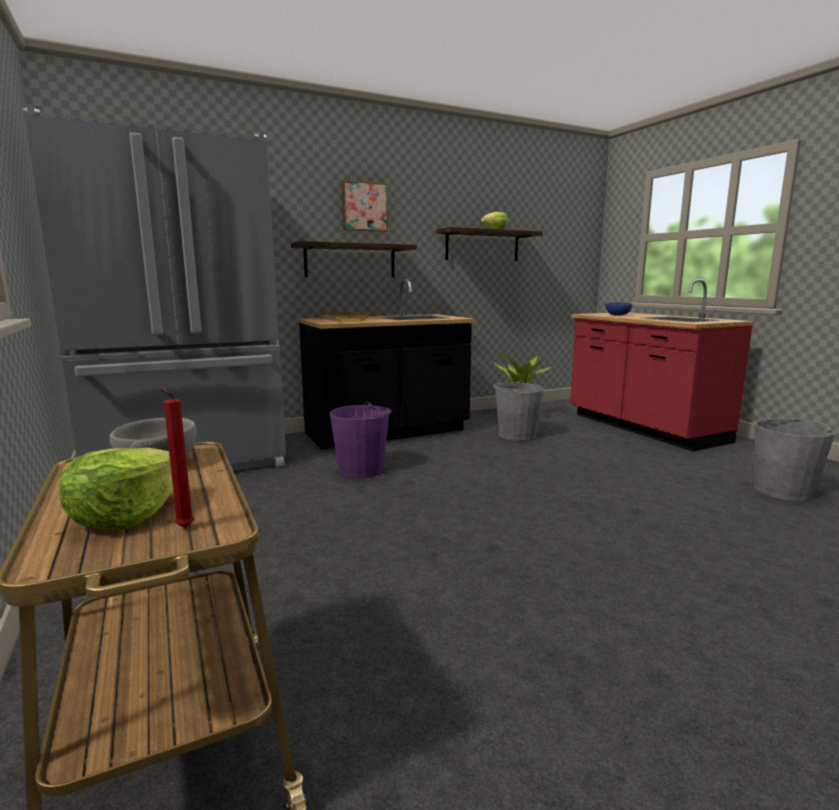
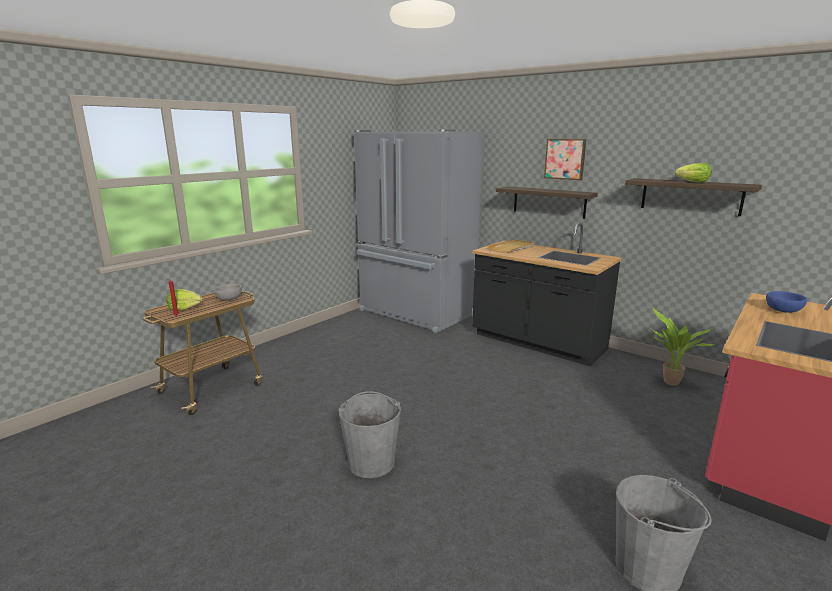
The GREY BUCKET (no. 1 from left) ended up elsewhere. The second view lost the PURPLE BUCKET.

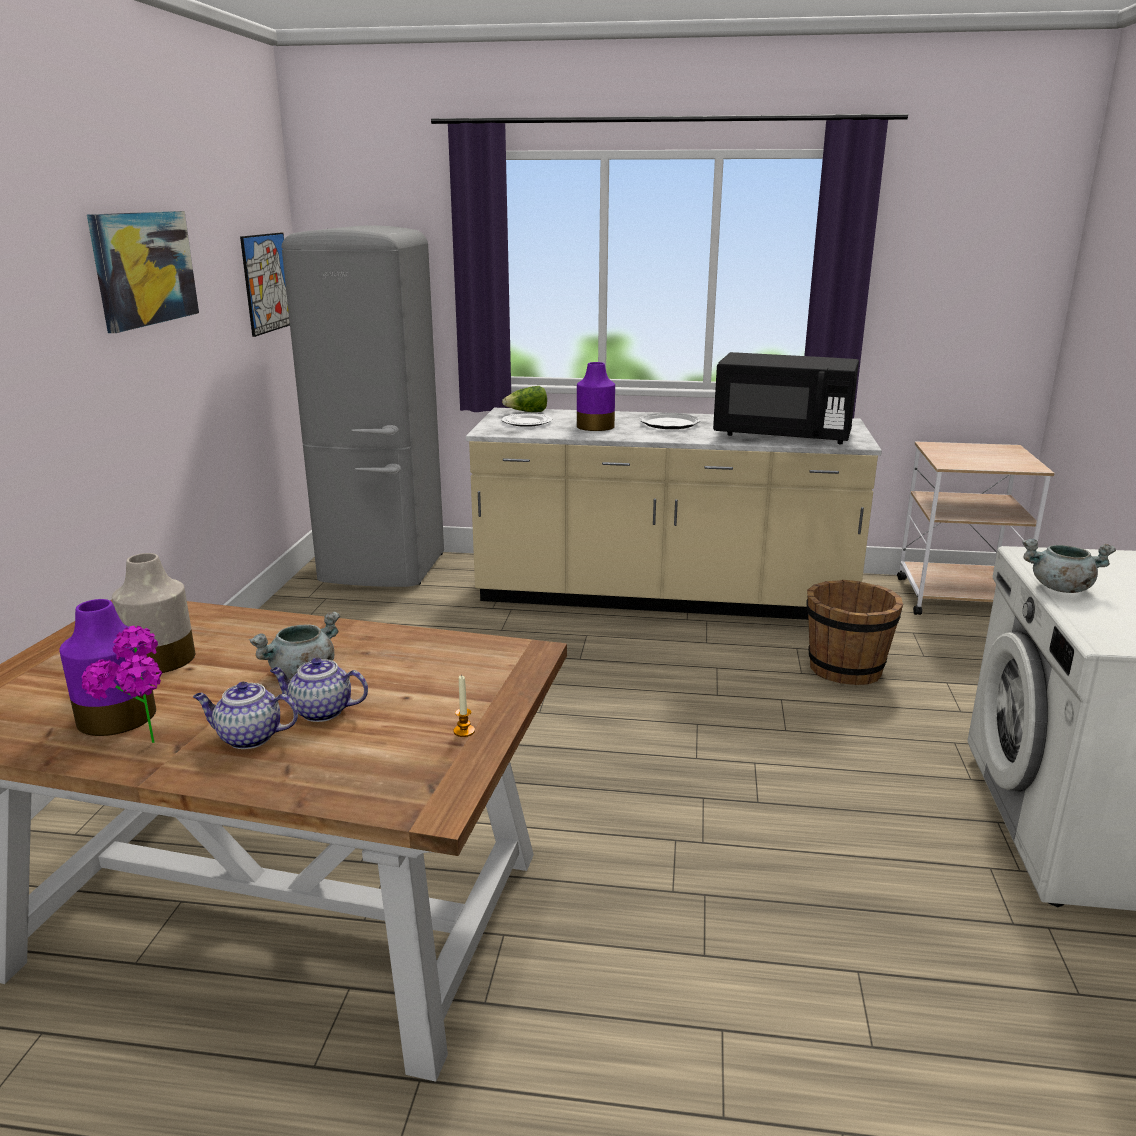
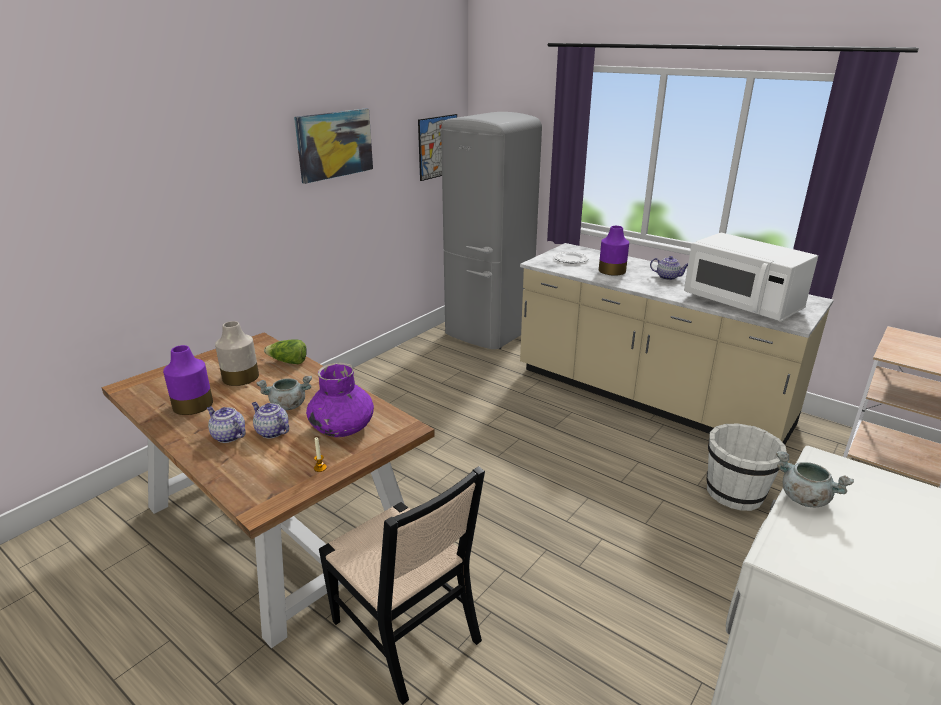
What was the BLACK MICROWAVE turned into the WHITE MICROWAVE. The LETTUCE ended up elsewhere. Where the PLATE (no. 2 from left) stood, the TEAPOT (no. 3 from left) came to stand. What was the BROWN BUCKET turned into the WHITE BUCKET. The second view lost the POTTED PLANT. The second view gained the PURPLE VASE (no. 2 from left). The second view gained the CHAIR.

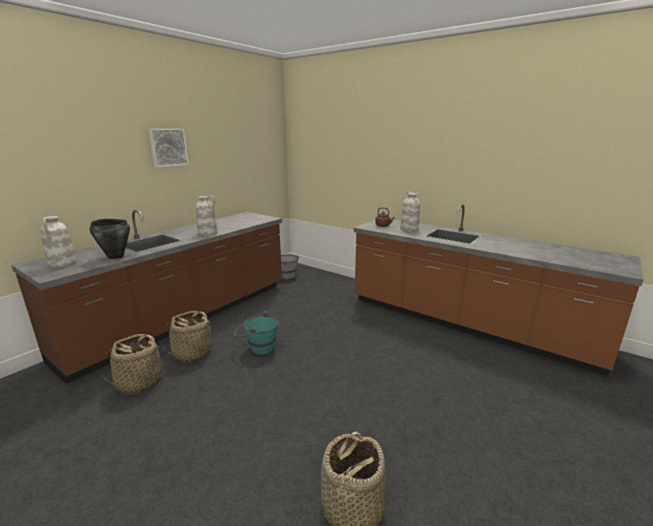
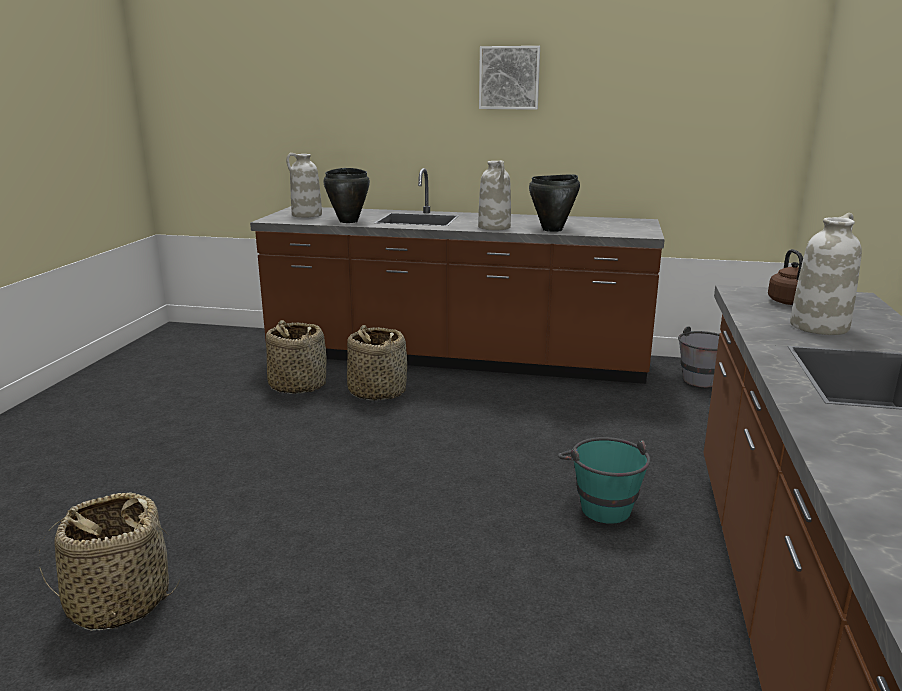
The TURQUOISE BUCKET ended up elsewhere. The second view gained the BLACK COOKING POT (no. 2 from left).

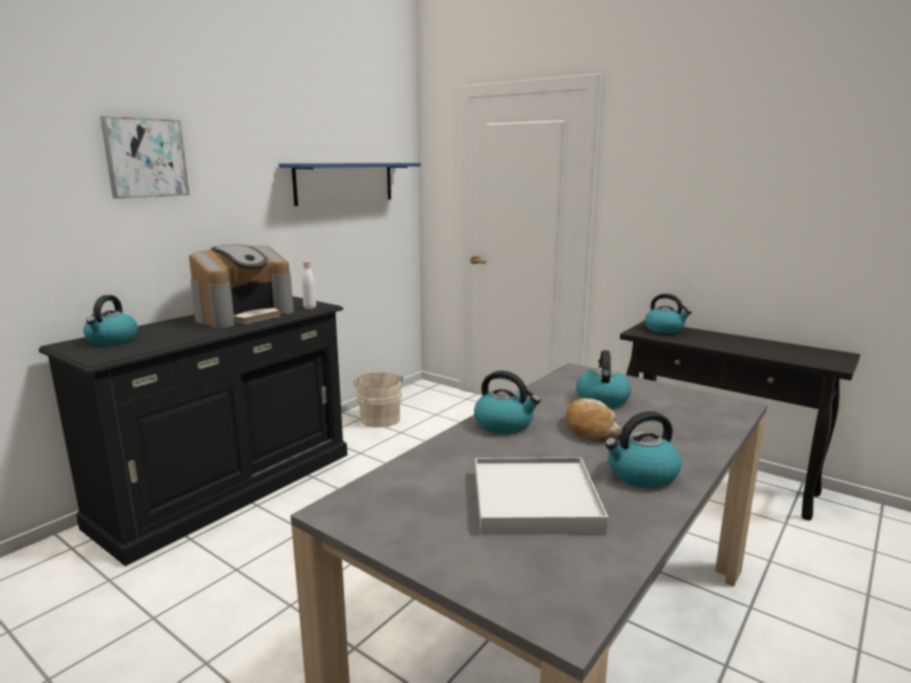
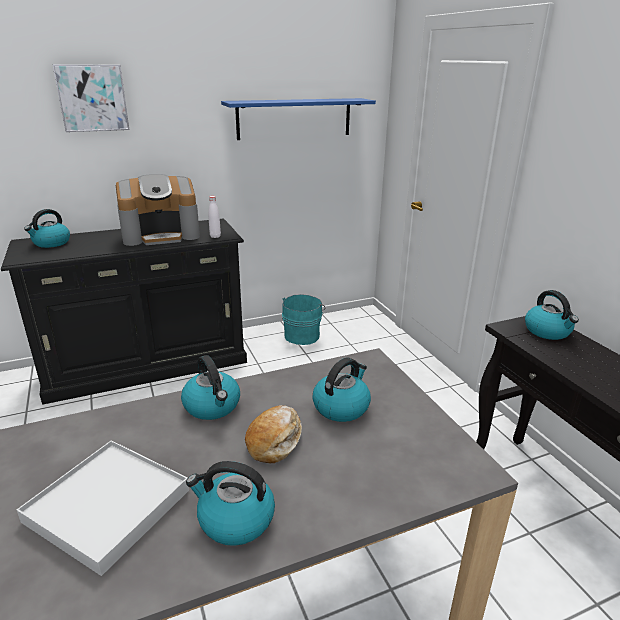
What was the BEIGE BUCKET turned into the TURQUOISE BUCKET.

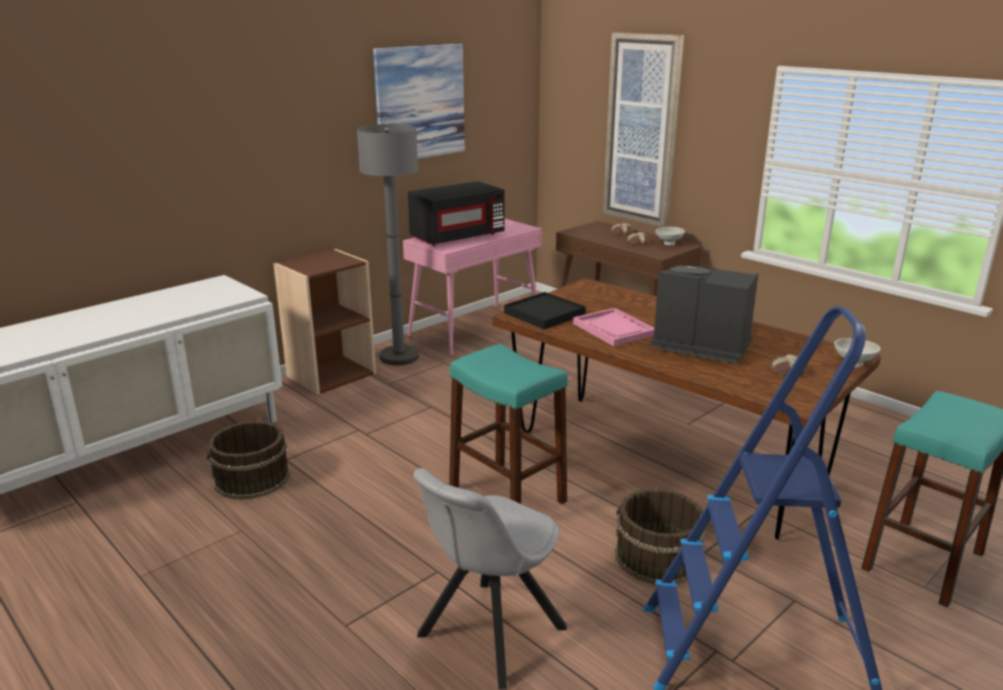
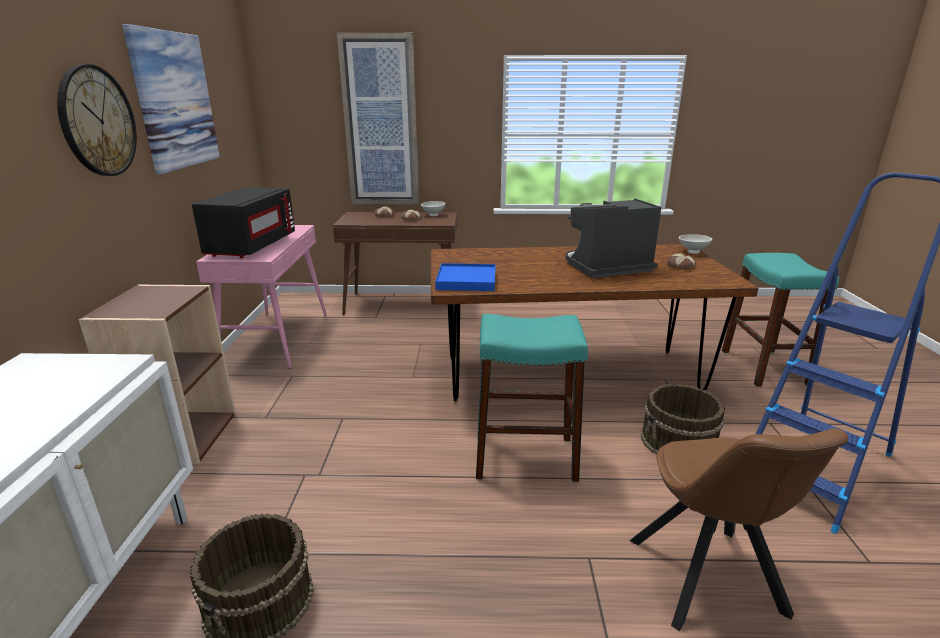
The second view lost the GREY FLOOR LAMP. What was the BLACK TRAY turned into the BLUE TRAY. The second view lost the PINK TRAY. What was the GREY CHAIR turned into the BROWN CHAIR. The second view gained the WALL CLOCK.

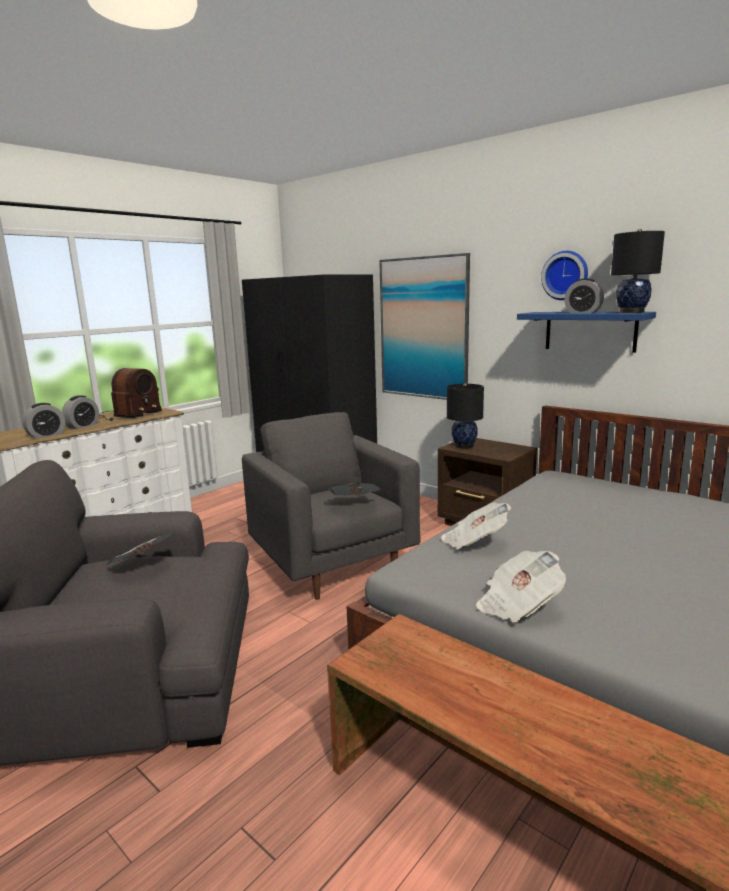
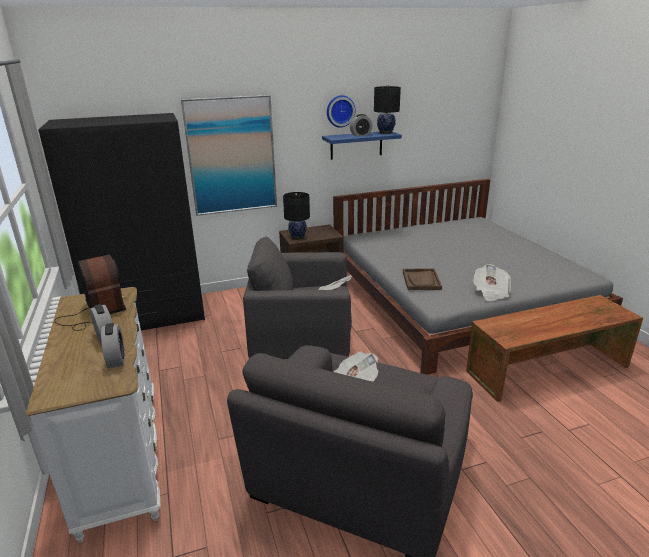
Where the NEWSPAPER (no. 3 from left) stood, the BROWN TRAY came to stand.

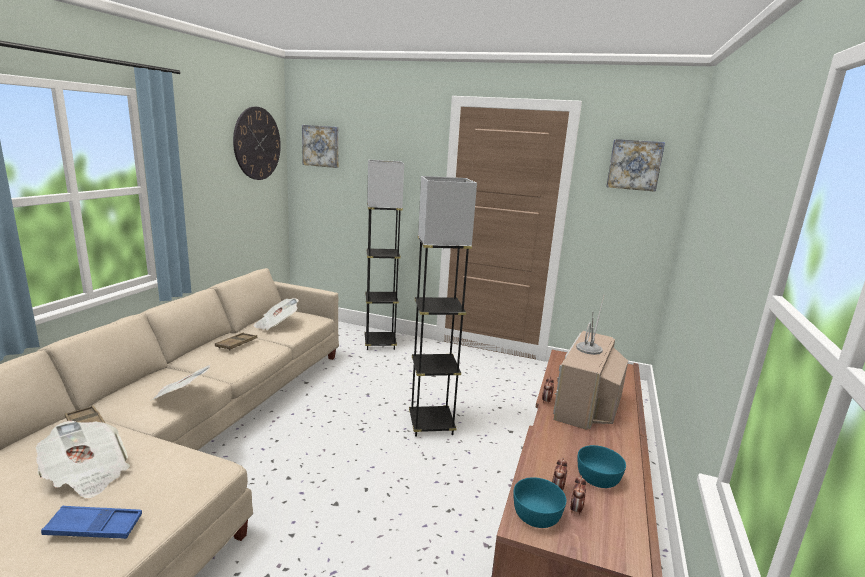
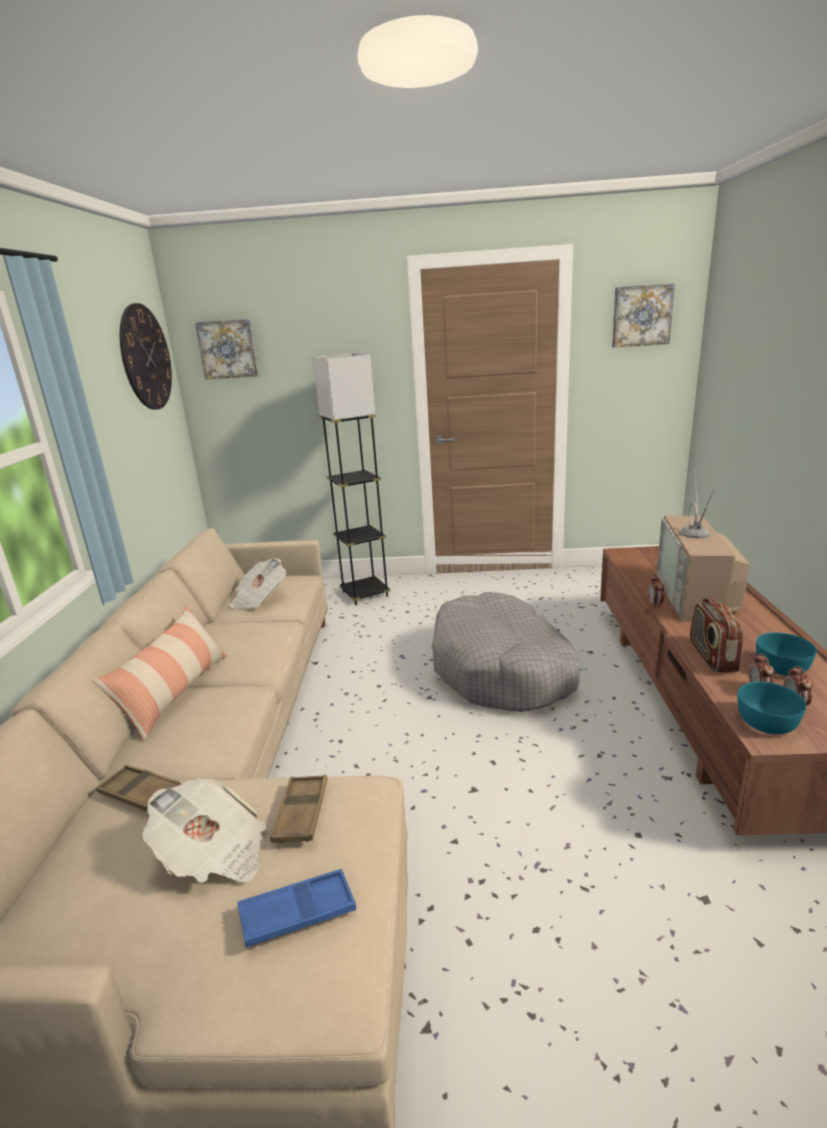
Where the GREY FLOOR LAMP (no. 2 from left) stood, the GREY DOG BED came to stand. The BROWN TRAY (no. 2 from left) ended up elsewhere. The second view lost the NEWSPAPER (no. 2 from left). The second view gained the RADIO. The second view gained the PILLOW.

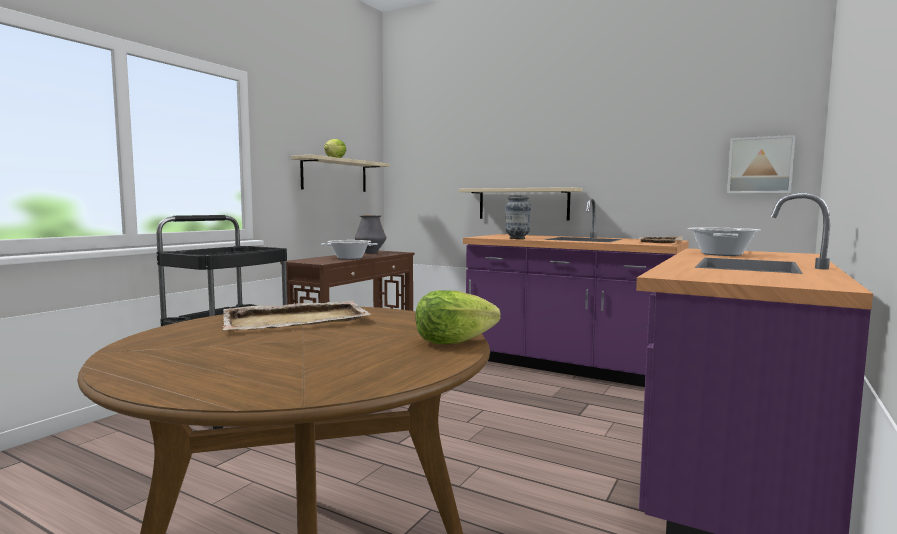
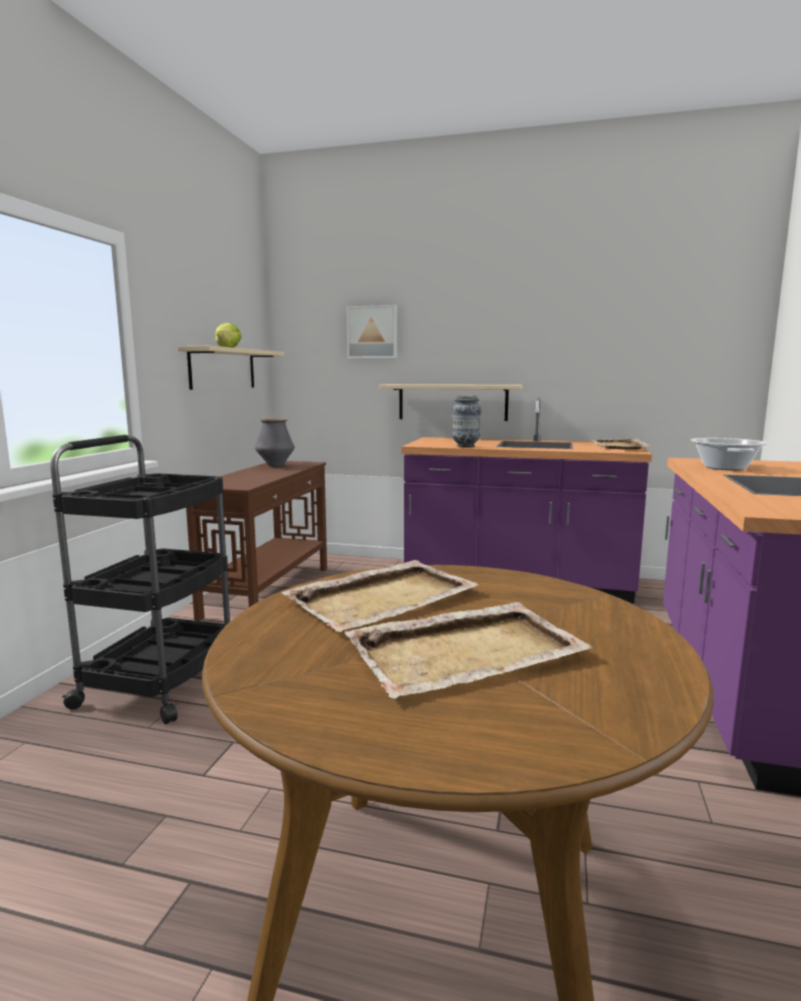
The PICTURE ended up elsewhere. The second view lost the COOKING POT (no. 1 from left). The second view lost the LETTUCE (no. 2 from left). The second view gained the BEIGE TRAY (no. 2 from left).

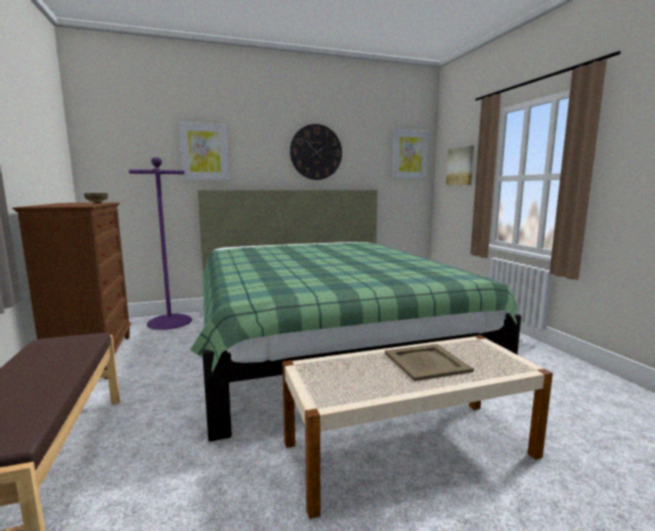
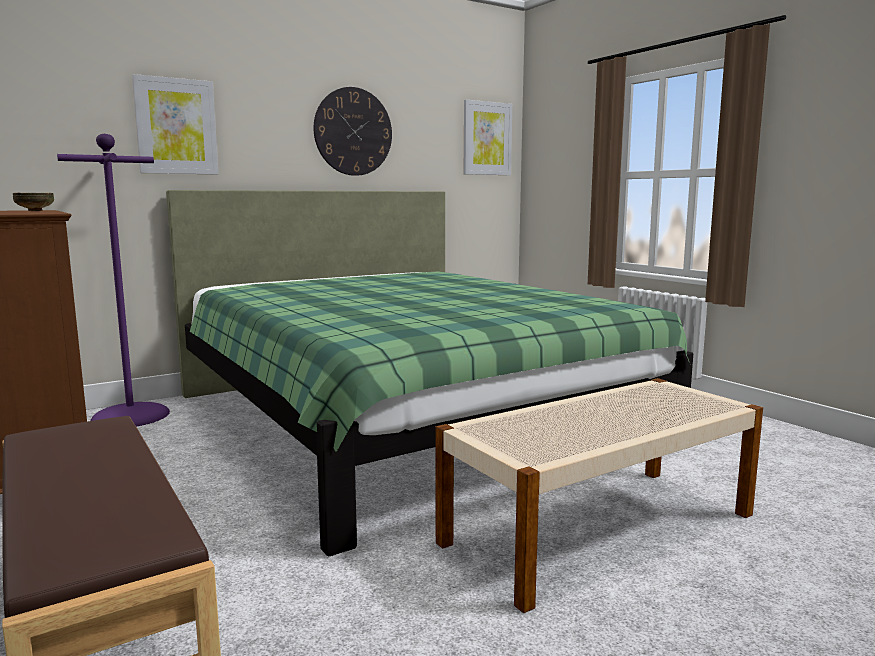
The second view lost the PICTURE (no. 3 from left). The second view lost the BEIGE TRAY.

